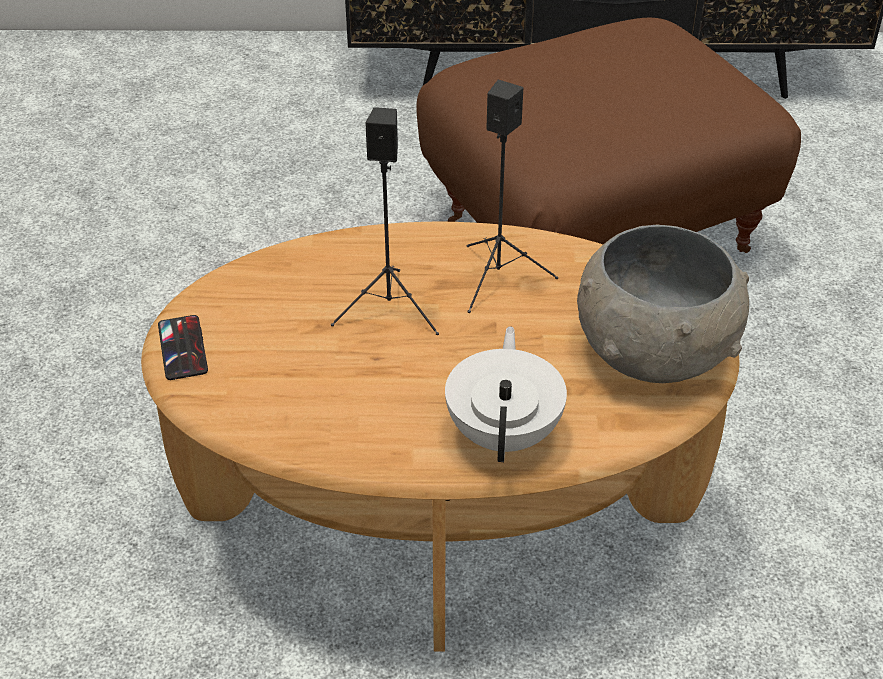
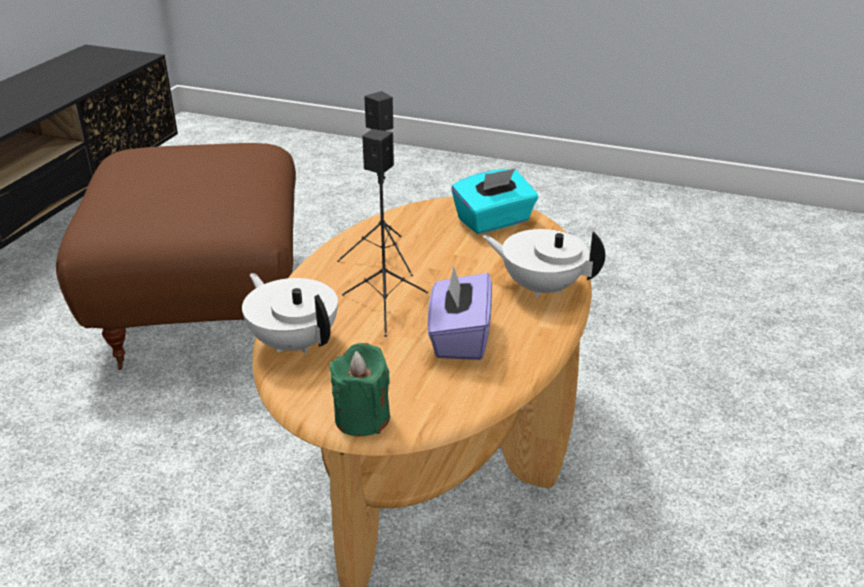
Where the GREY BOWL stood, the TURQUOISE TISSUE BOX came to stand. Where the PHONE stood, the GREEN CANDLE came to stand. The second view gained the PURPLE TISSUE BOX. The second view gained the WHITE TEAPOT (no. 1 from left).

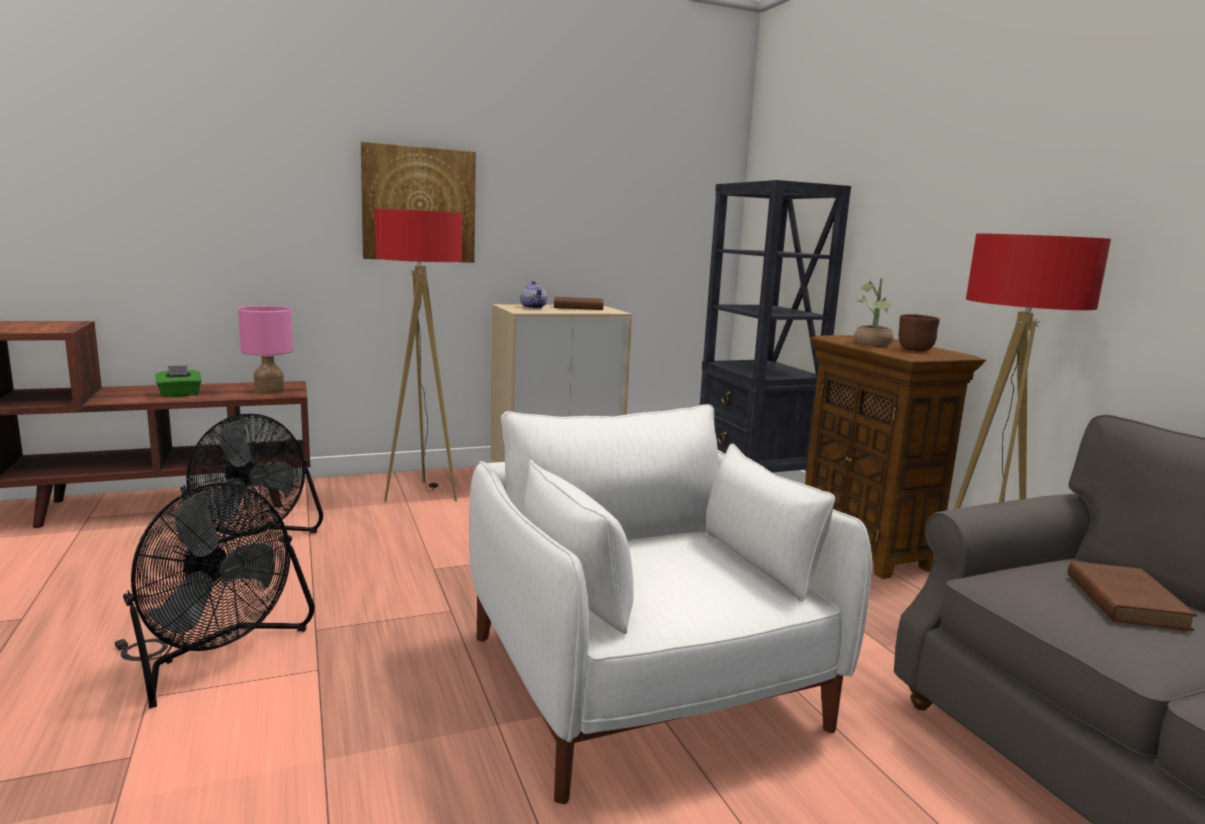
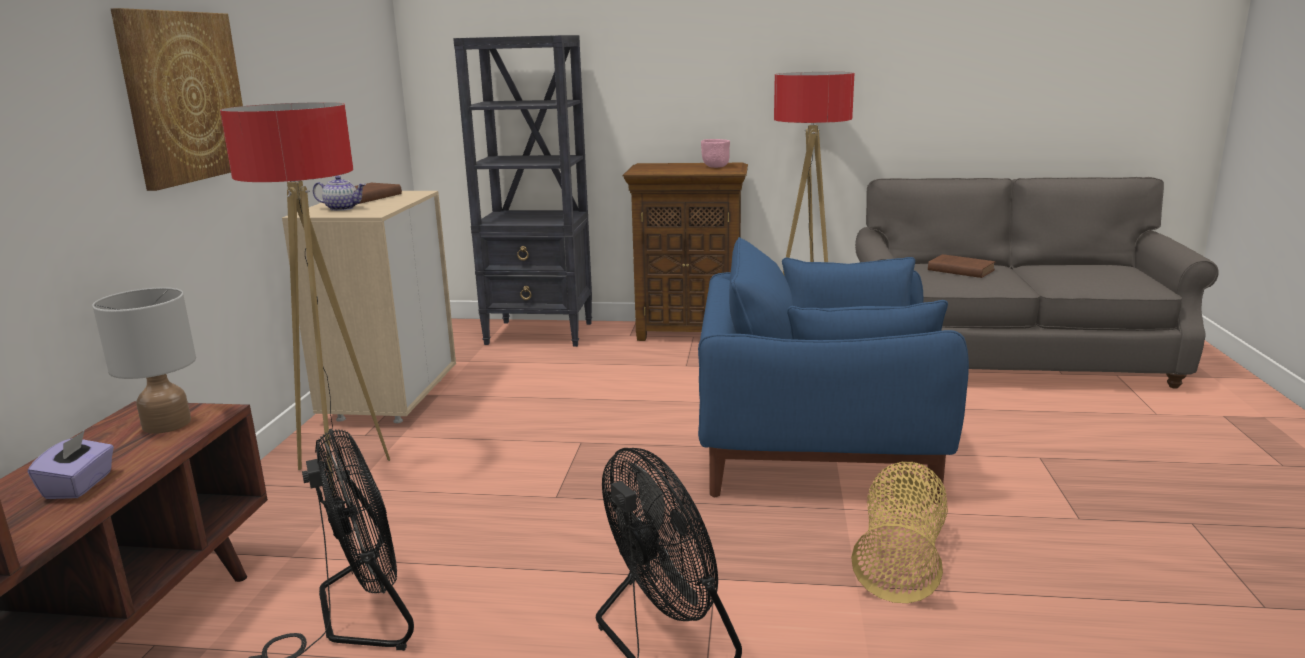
The second view lost the POTTED PLANT. What was the PINK TABLE LAMP turned into the GREY TABLE LAMP. What was the BROWN BOWL turned into the PINK BOWL. What was the GREEN TISSUE BOX turned into the PURPLE TISSUE BOX. What was the WHITE ARMCHAIR turned into the BLUE ARMCHAIR. The second view gained the BASKET.

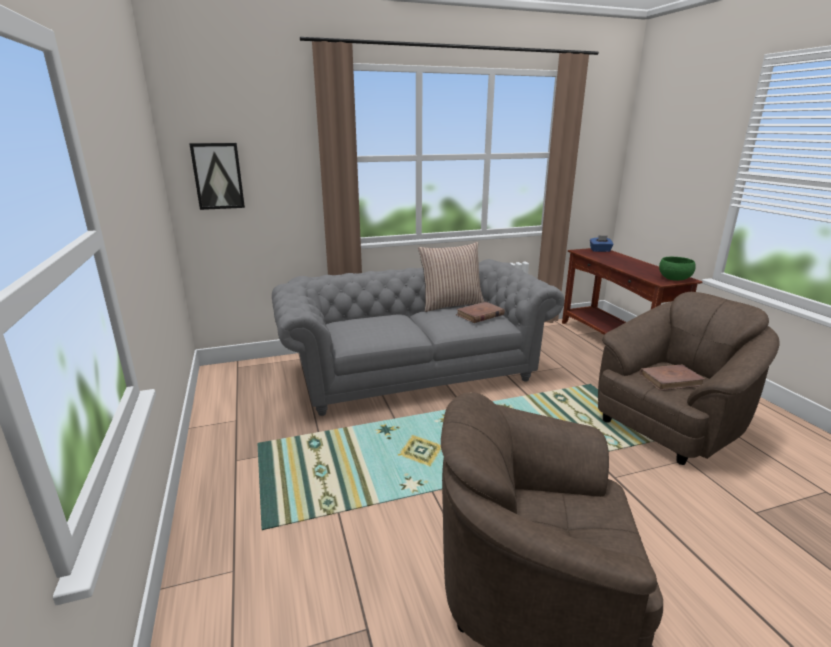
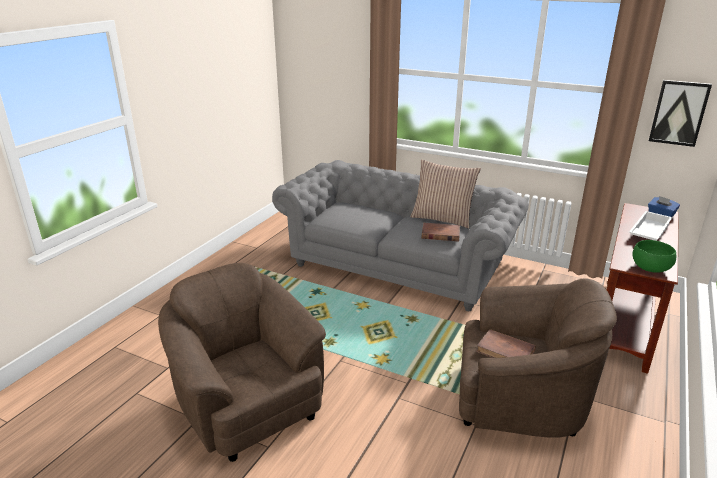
The PICTURE ended up elsewhere. The second view gained the WHITE TRAY.

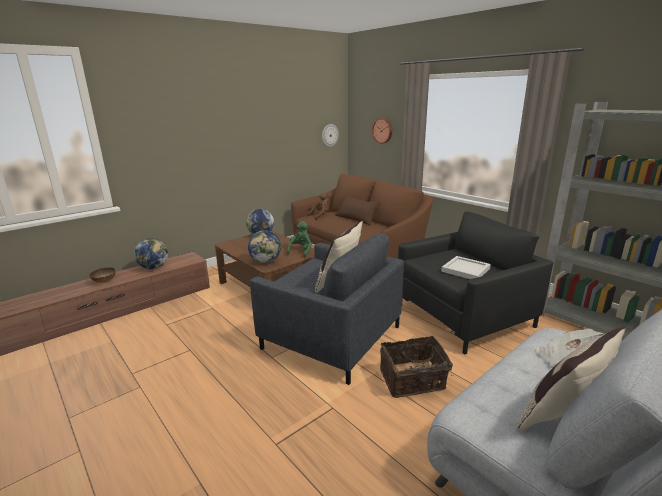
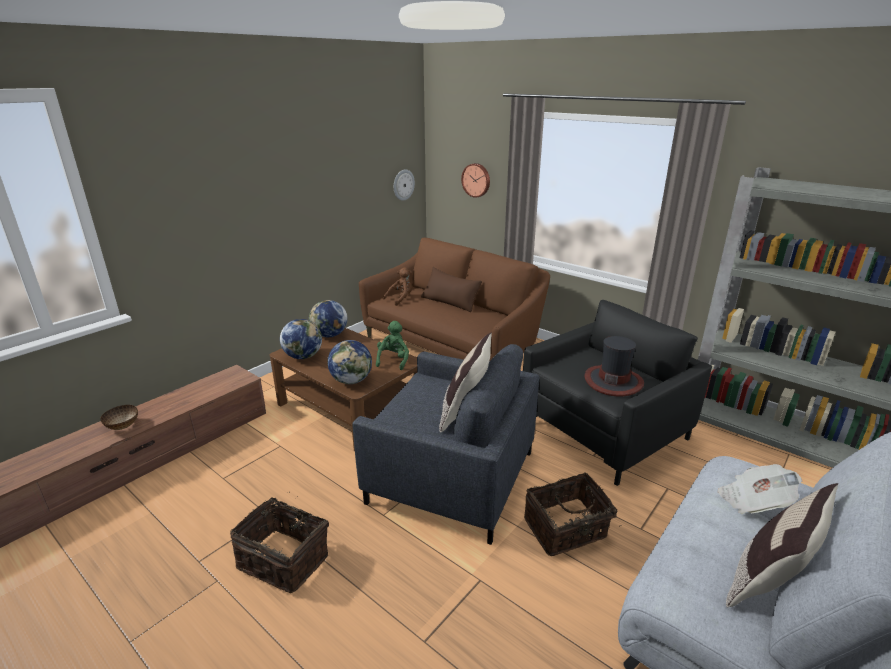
The GLOBE (no. 1 from left) ended up elsewhere. Where the WHITE TRAY stood, the HAT came to stand. The second view gained the BASKET (no. 1 from left).

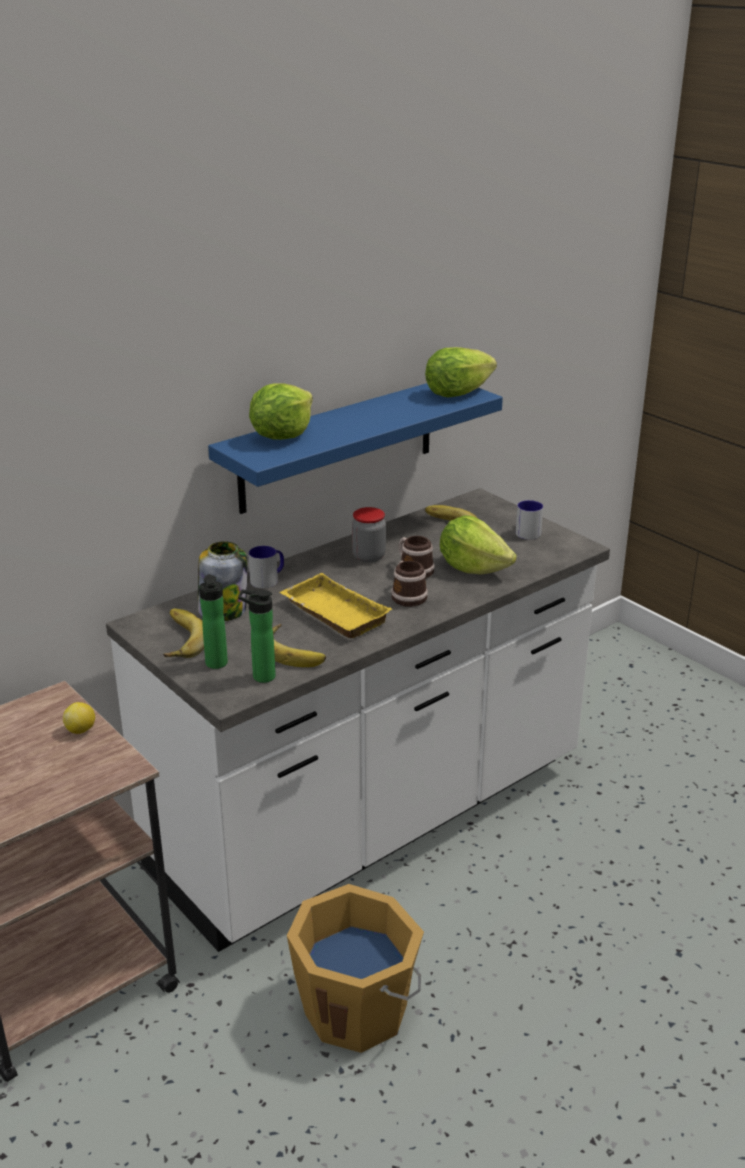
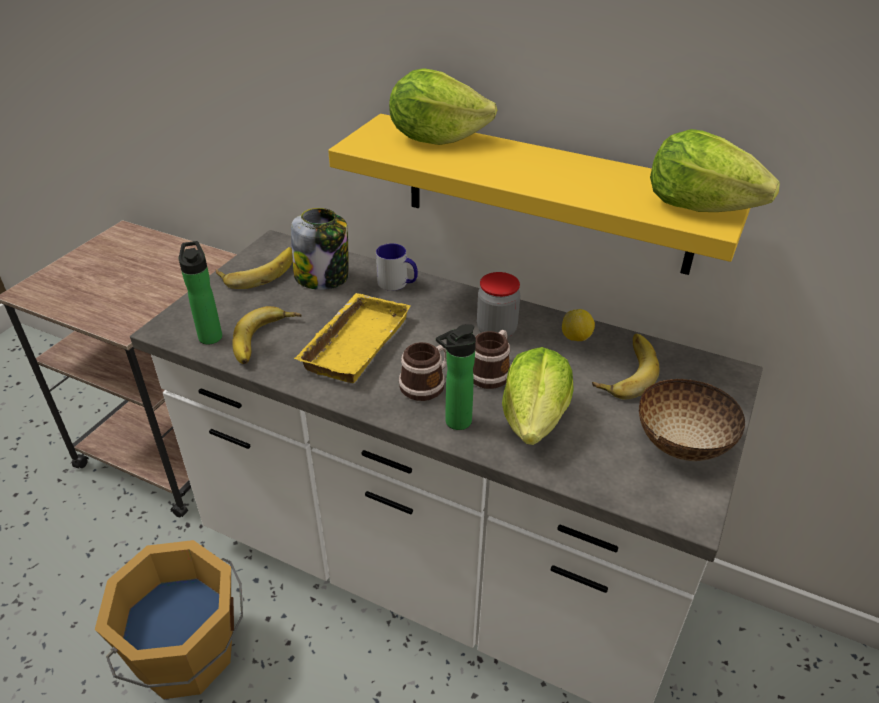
What was the BLUE SHELF turned into the YELLOW SHELF. Where the MUG (no. 4 from left) stood, the BOWL came to stand. The BOTTLE (no. 1 from left in the first image) ended up elsewhere. The LEMON ended up elsewhere.

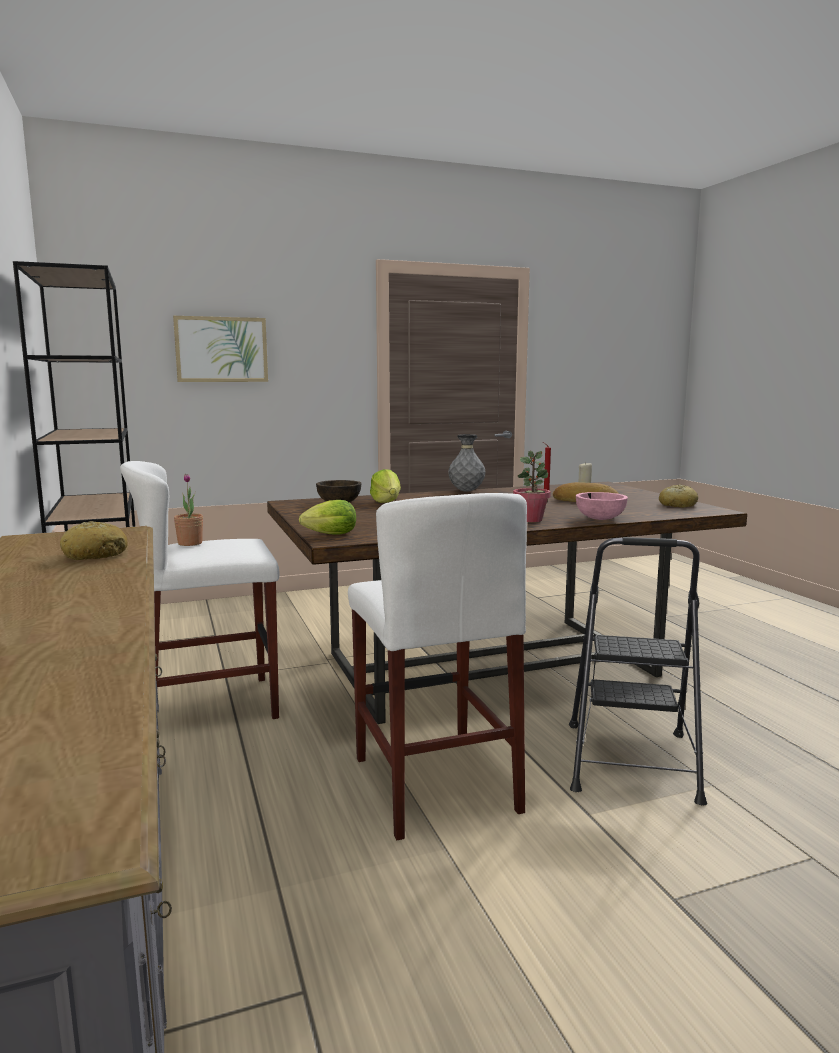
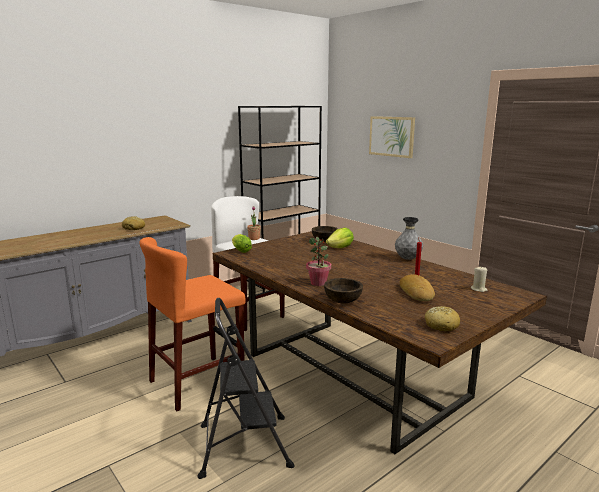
What was the PINK BOWL turned into the BROWN BOWL (no. 2 from left). What was the WHITE STOOL (no. 2 from left) turned into the ORANGE STOOL.

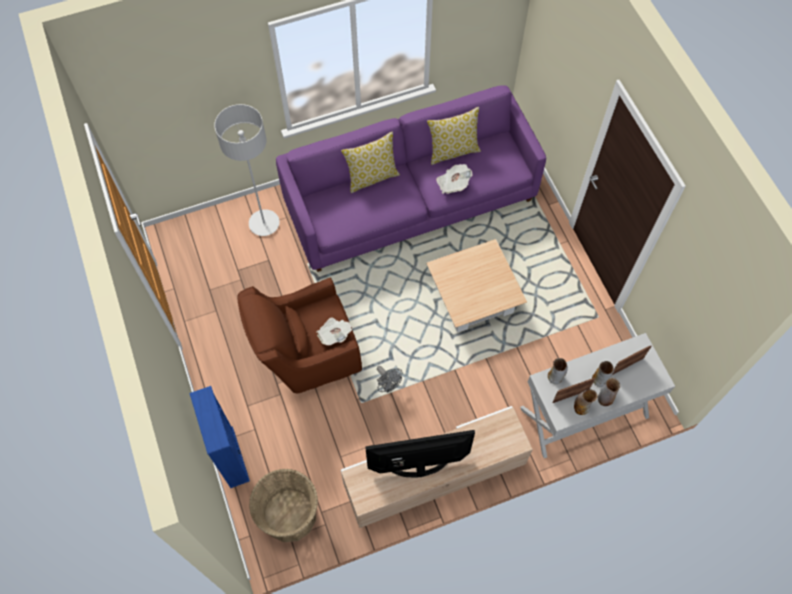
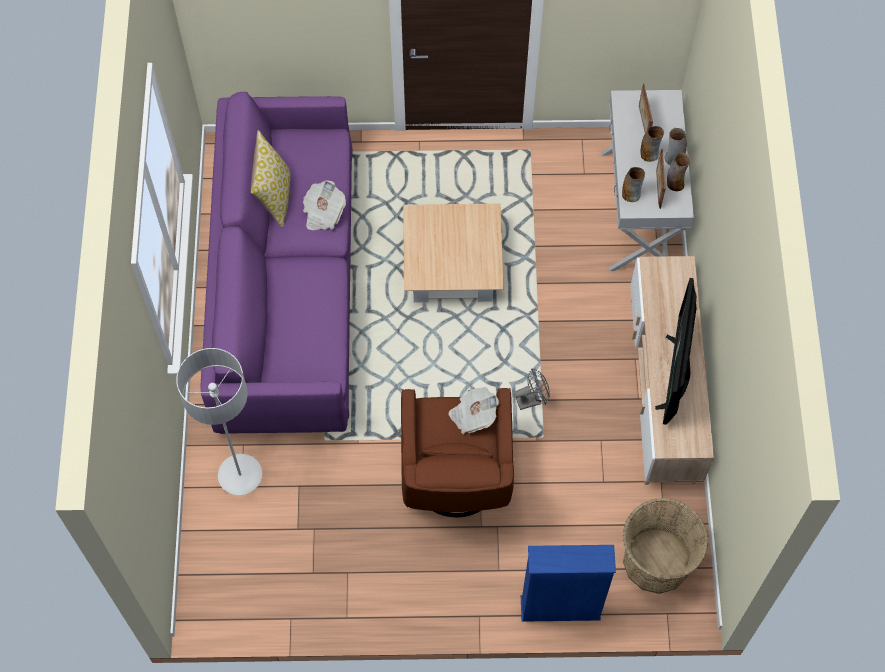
The second view lost the PILLOW (no. 1 from left).

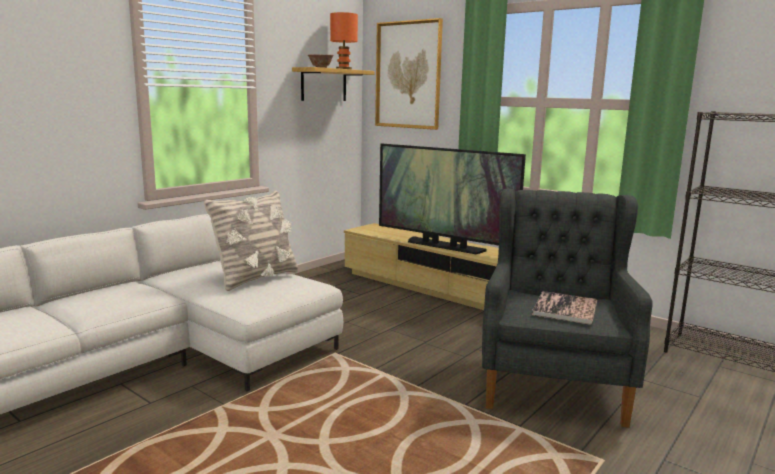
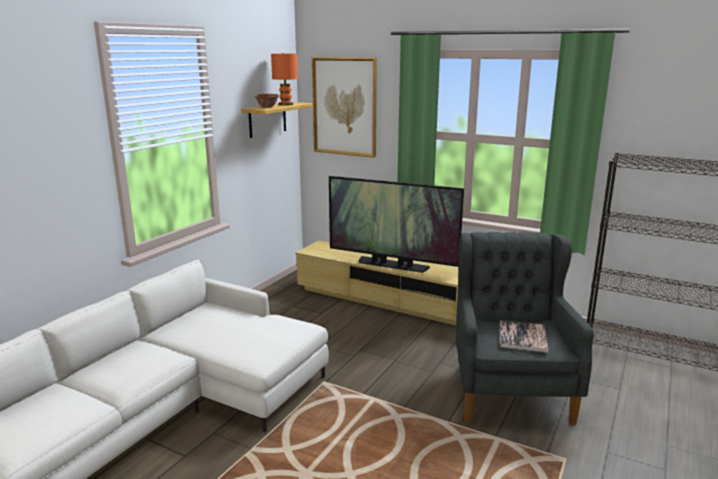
The second view lost the BEIGE PILLOW.

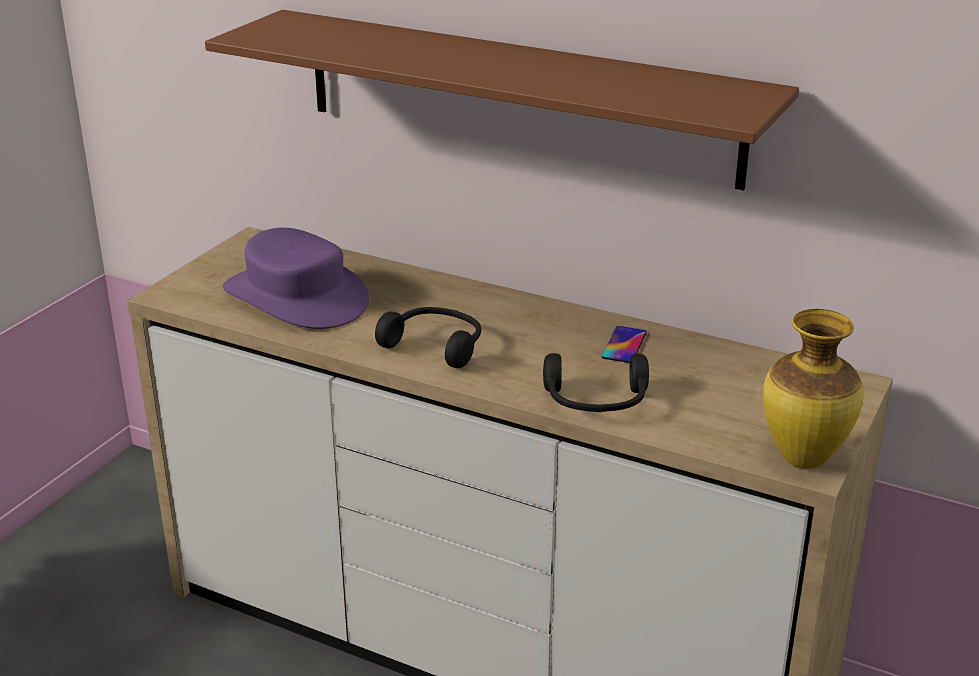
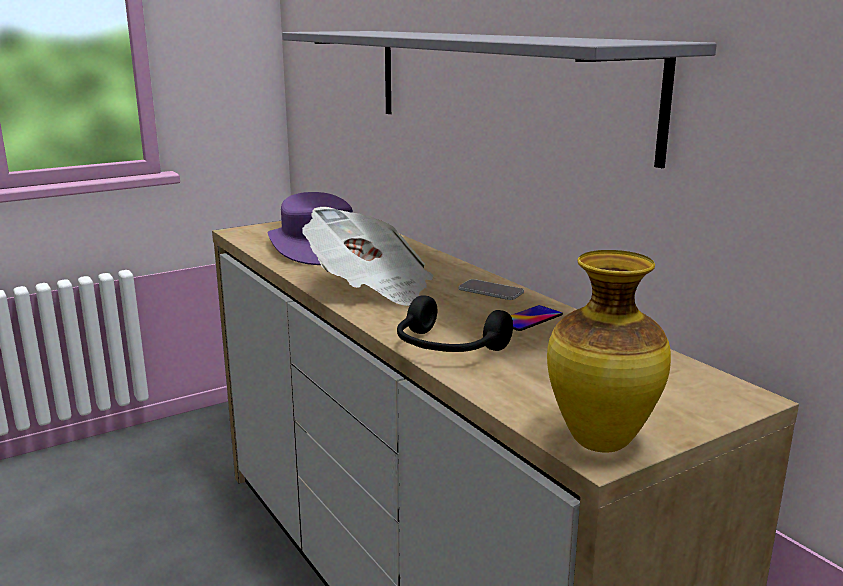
What was the BROWN SHELF turned into the GREY SHELF. Where the BLACK HEADPHONES (no. 1 from left) stood, the NEWSPAPER came to stand. The second view gained the PHONE (no. 1 from left).

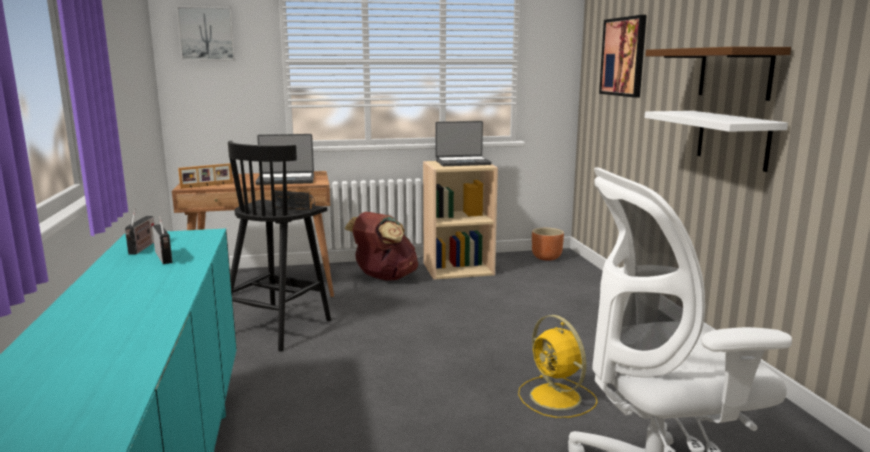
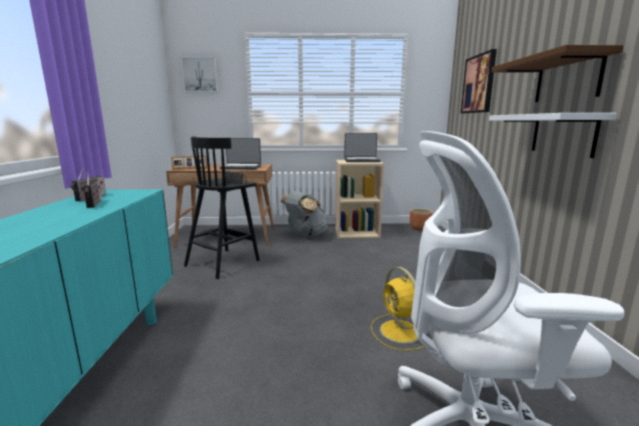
What was the BROWN BACKPACK turned into the GREY BACKPACK.

